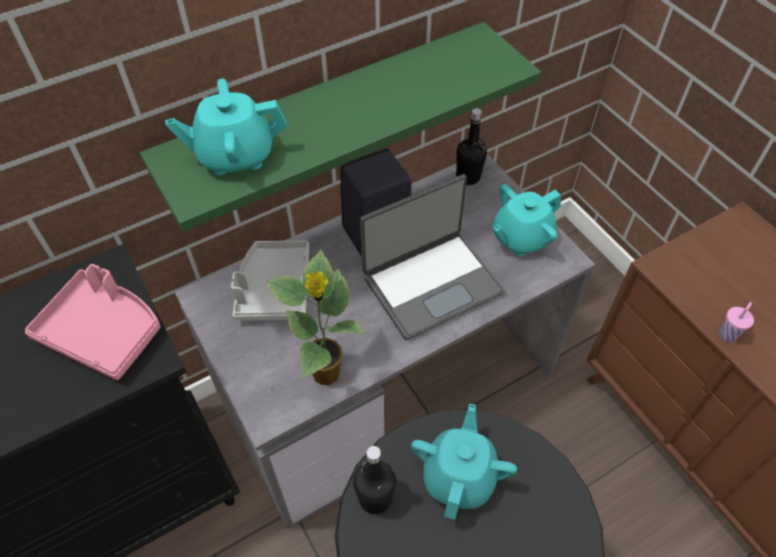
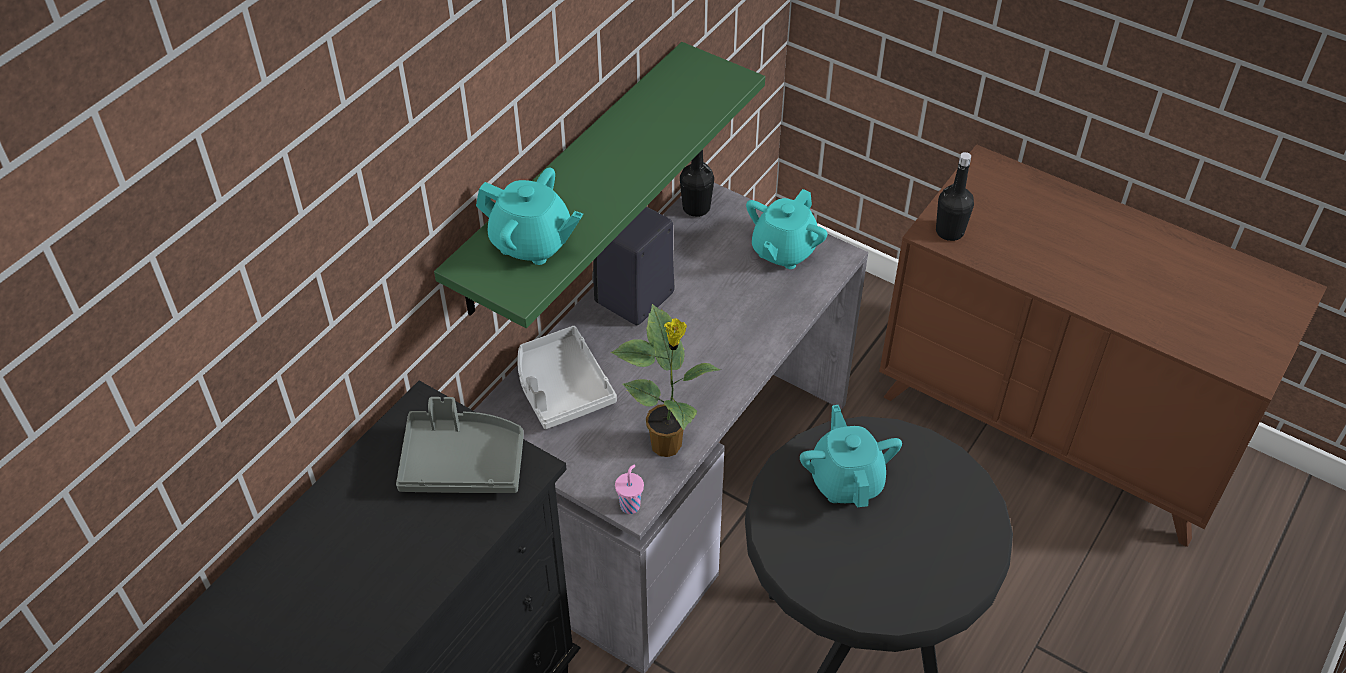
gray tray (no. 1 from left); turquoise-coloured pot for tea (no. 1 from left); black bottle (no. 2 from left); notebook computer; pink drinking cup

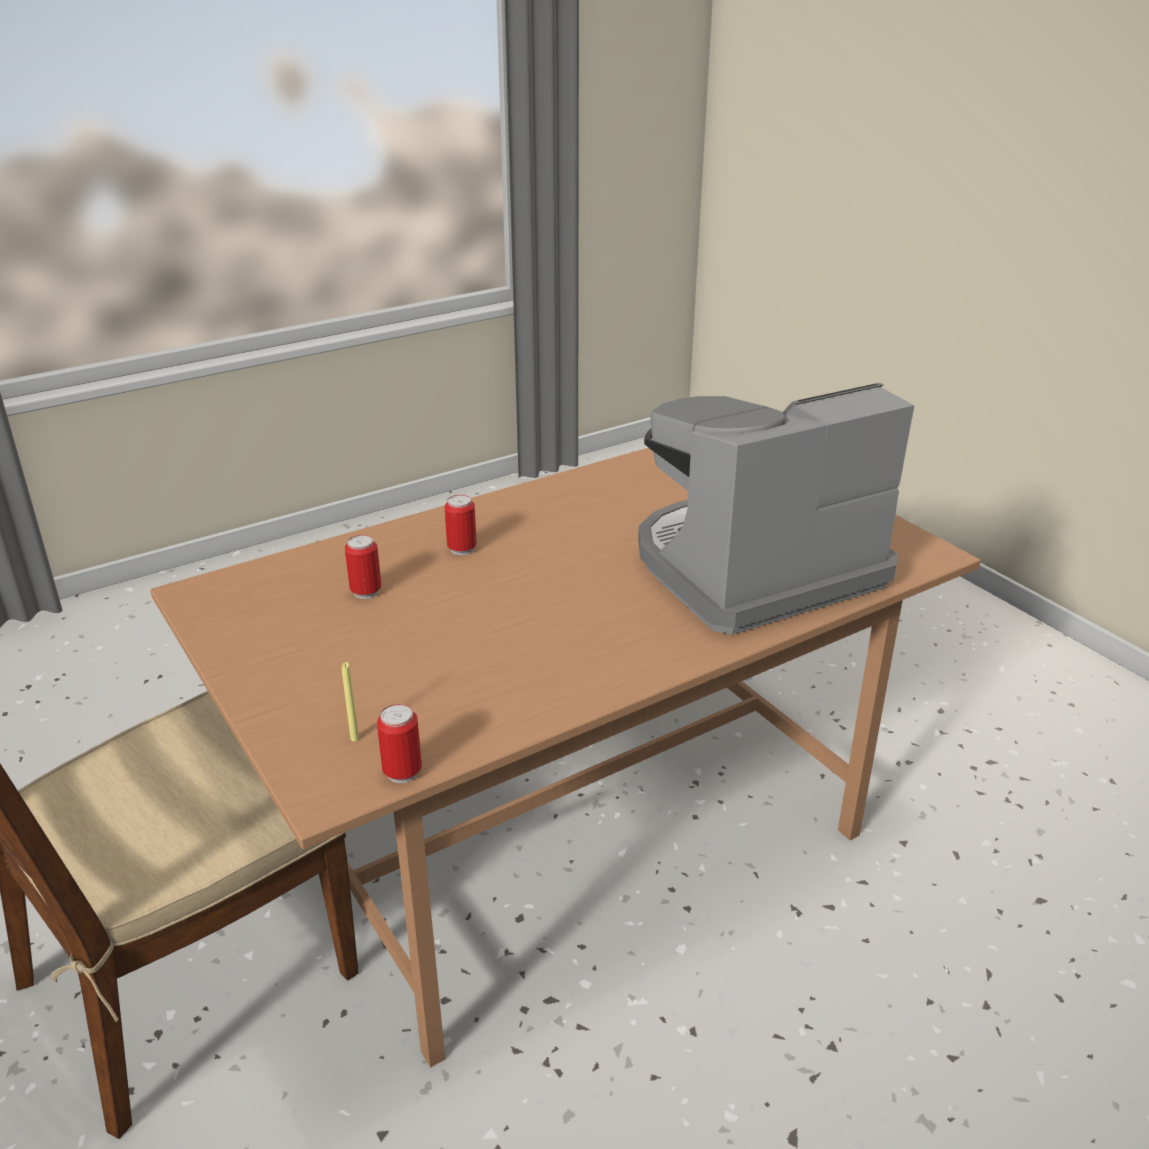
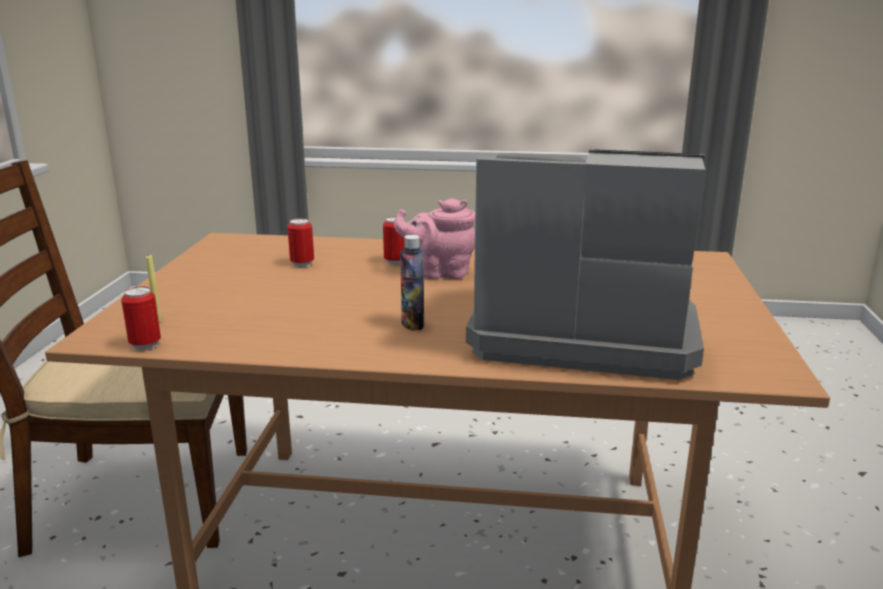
pink pot for tea; bottle

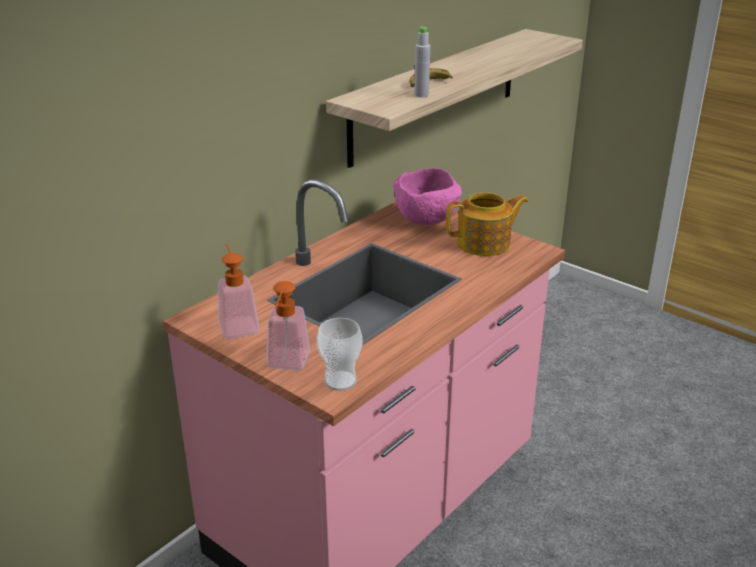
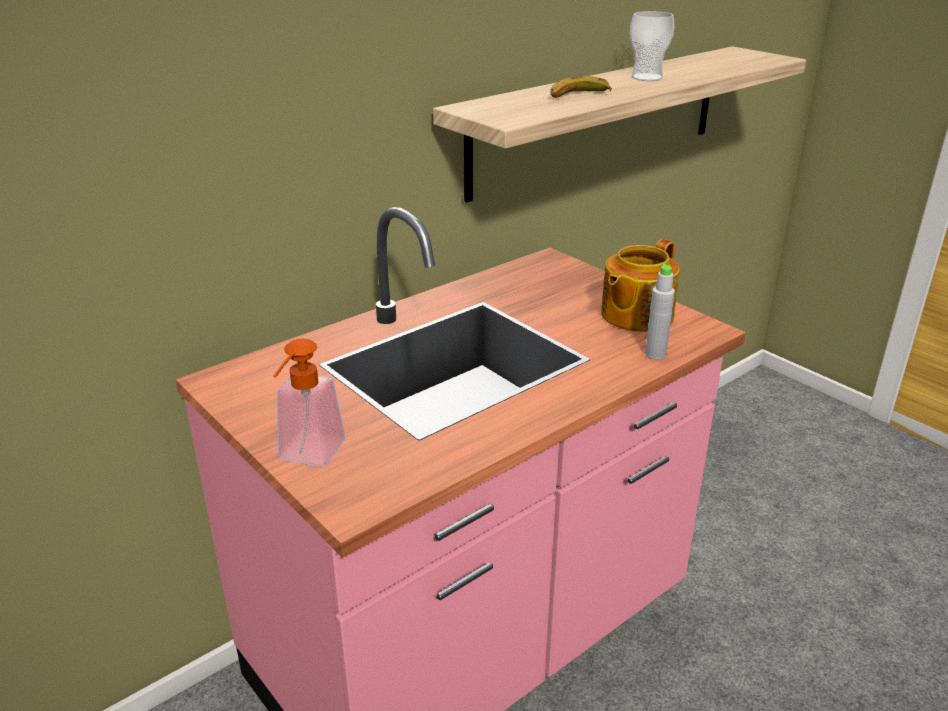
soap bottle (no. 1 from left in the first image); drinking cup; pink deep dish; gray bottle; pot for tea

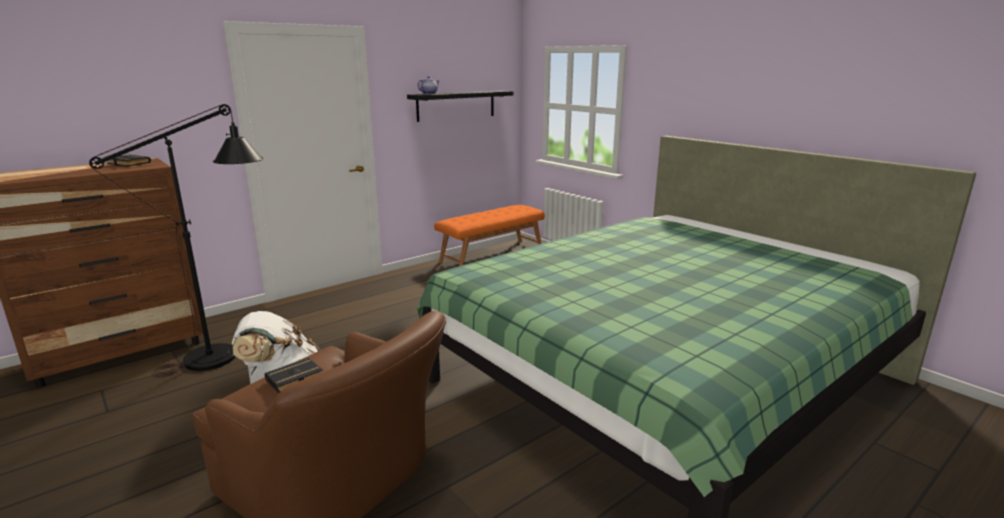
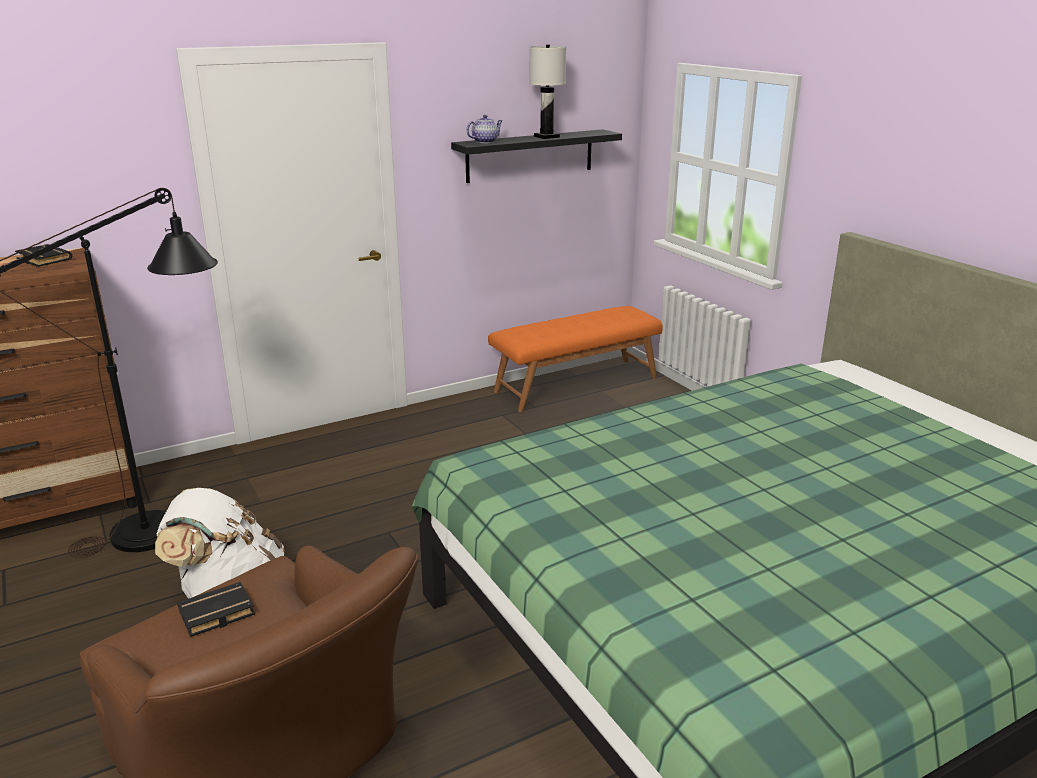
whitish tabletop lamp

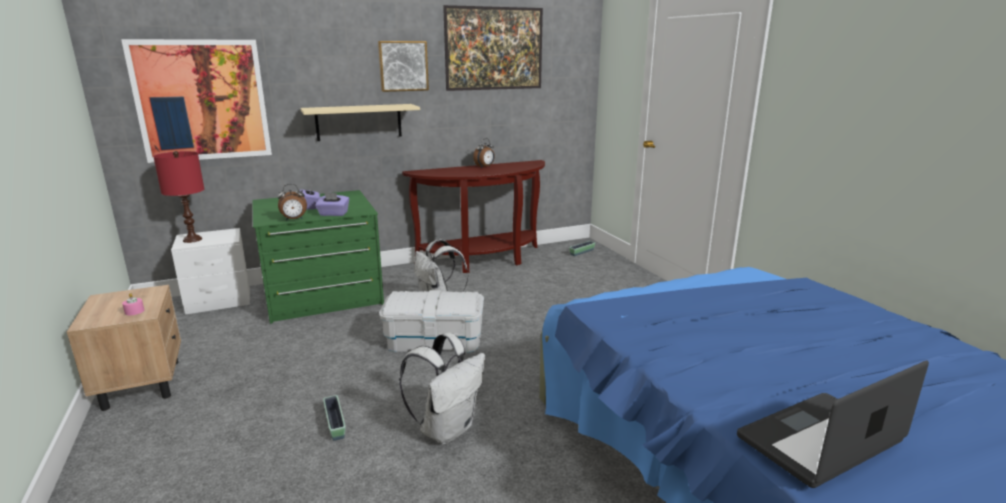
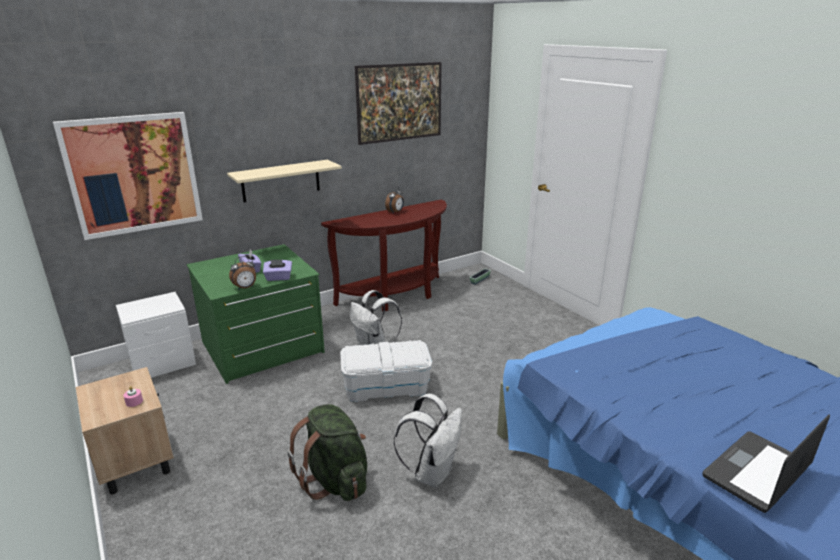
red-coloured tabletop lamp; greenish knapsack; wall art (no. 2 from left in the first image)

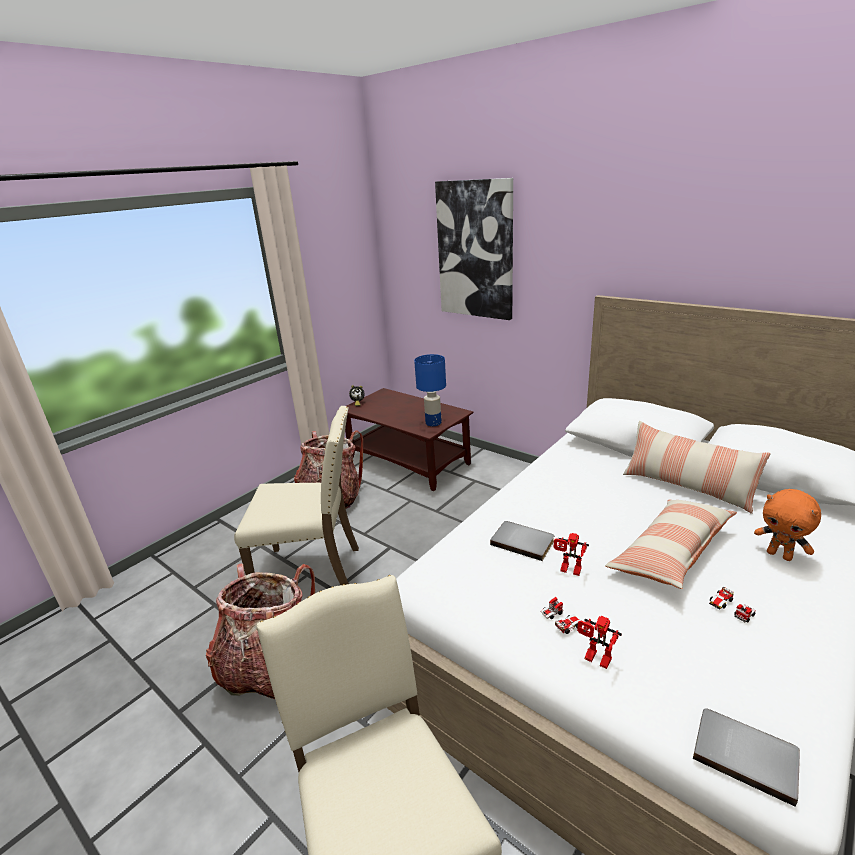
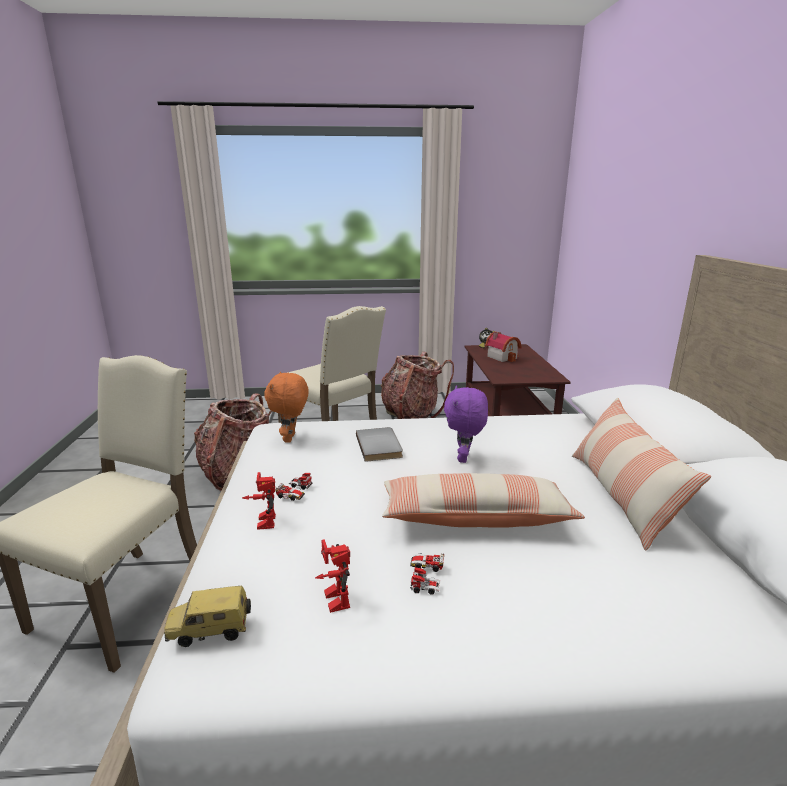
blue-coloured tabletop lamp; wall art; toy robot (no. 2 from left); miniature car (no. 1 from left); orange-coloured soft toy; purplish soft toy; toy house

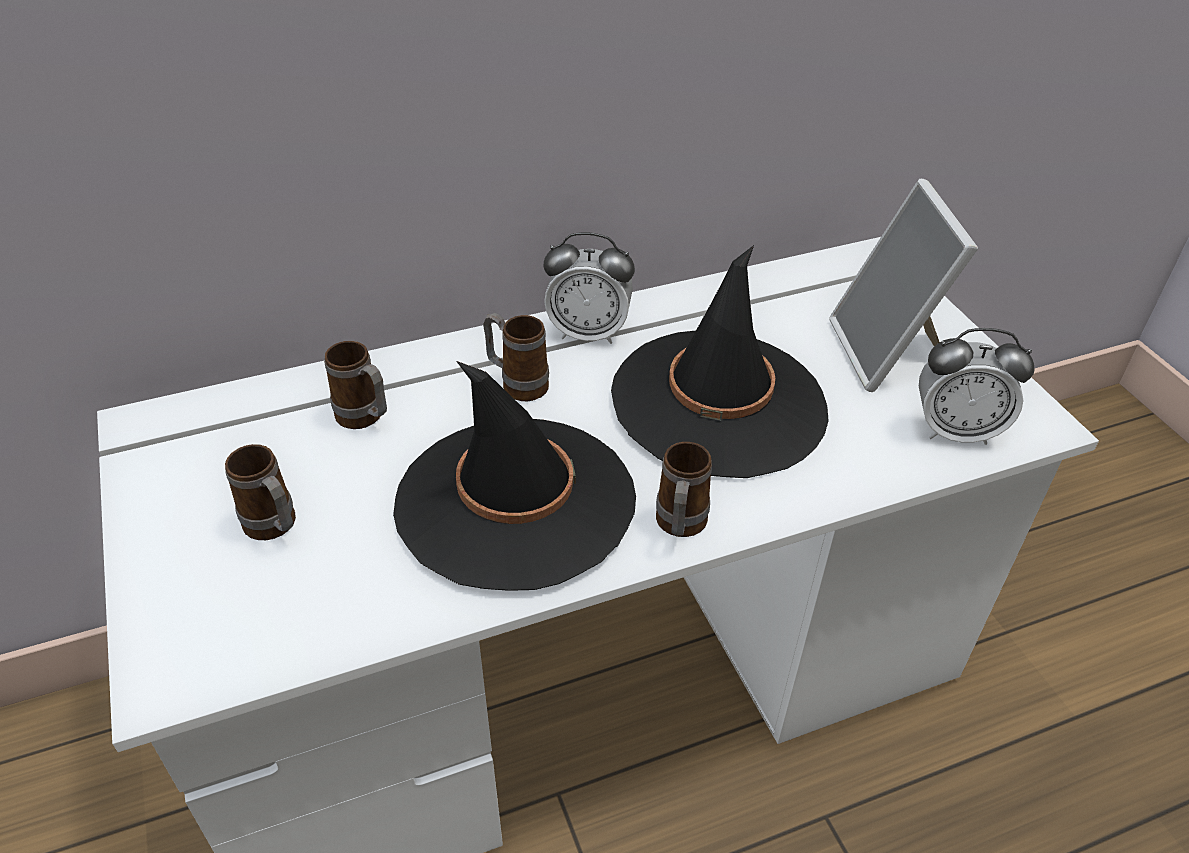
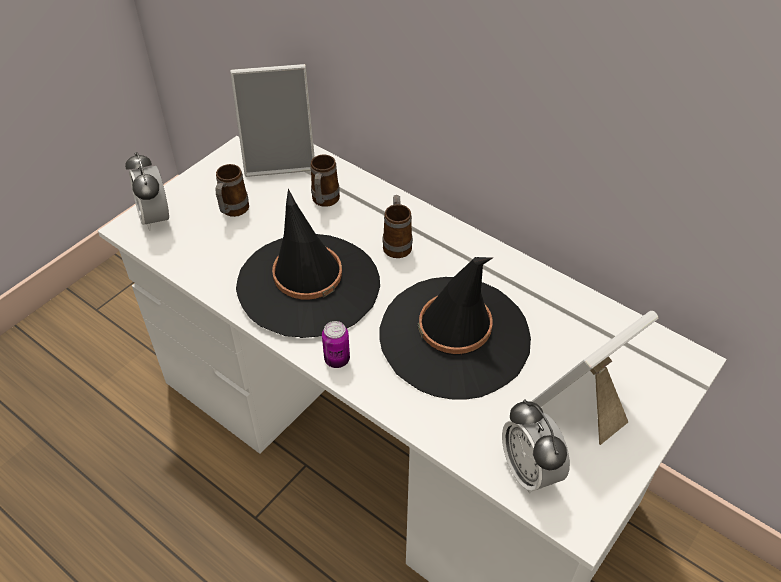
bedside clock (no. 1 from left); can; photo frame (no. 1 from left)

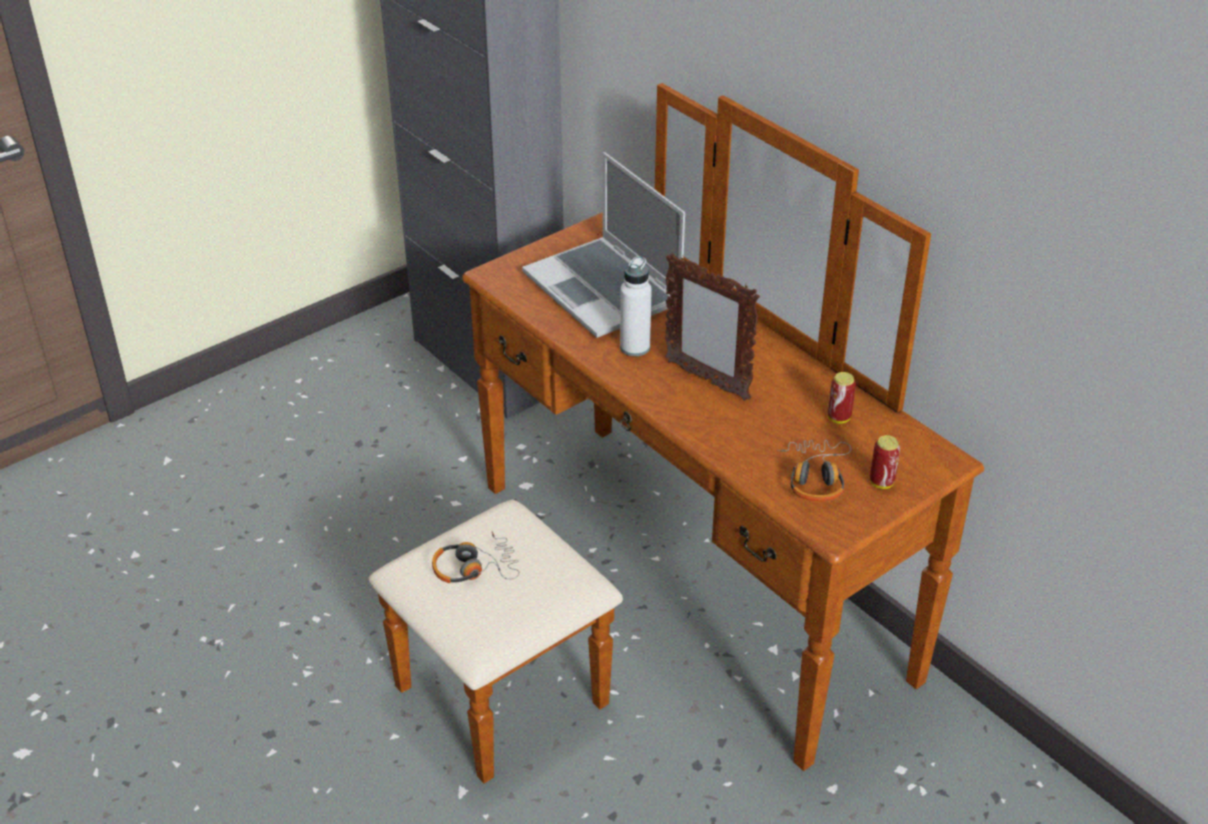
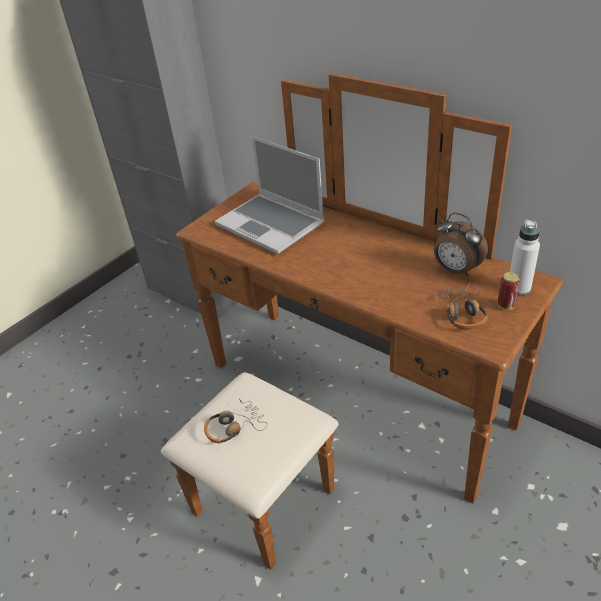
whitish bottle; photo frame; bedside clock

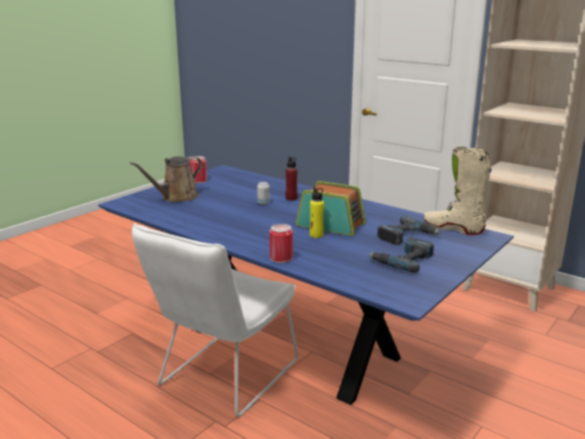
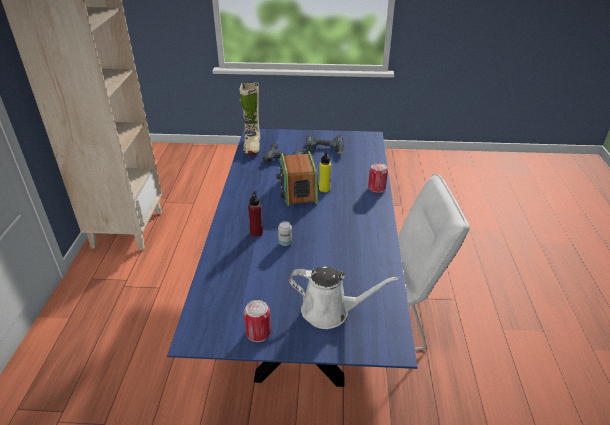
whitish watering pot

